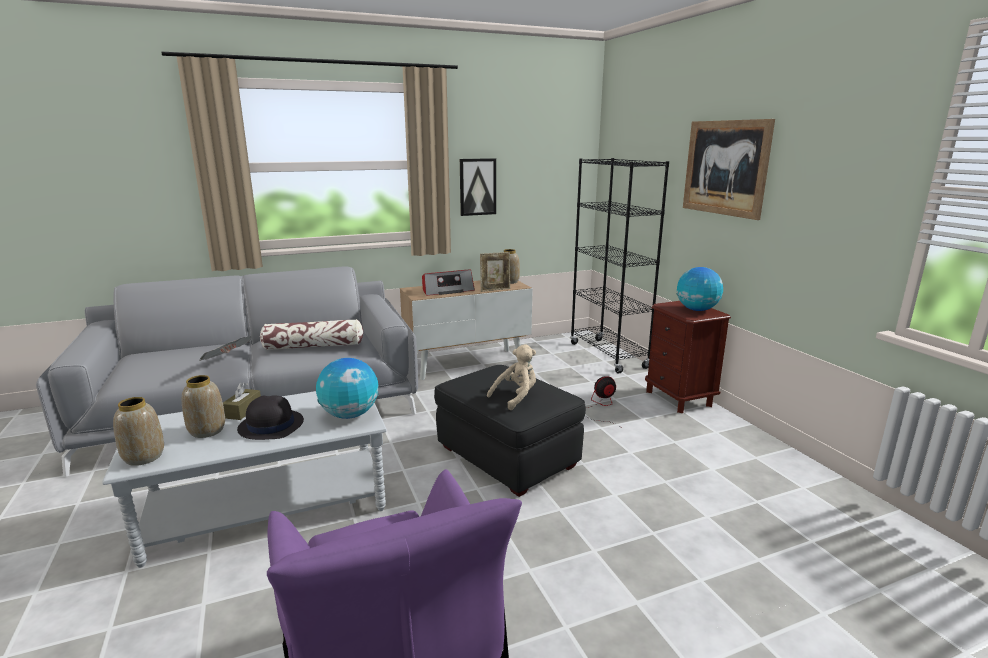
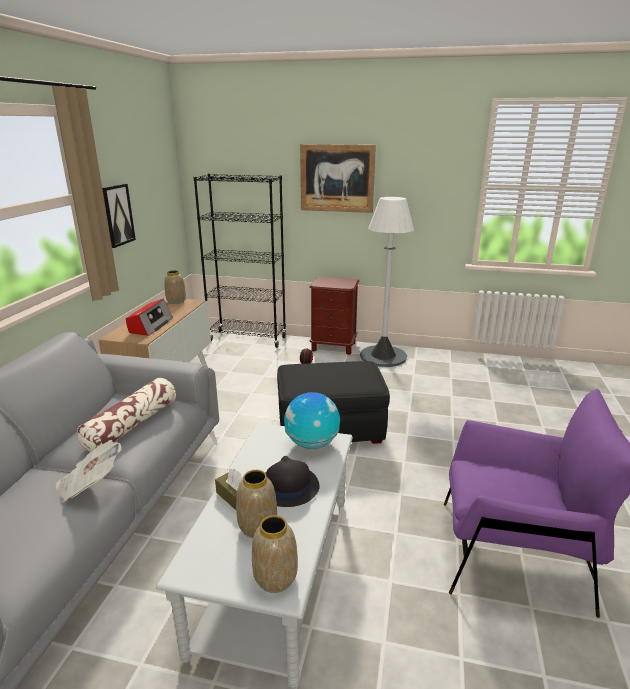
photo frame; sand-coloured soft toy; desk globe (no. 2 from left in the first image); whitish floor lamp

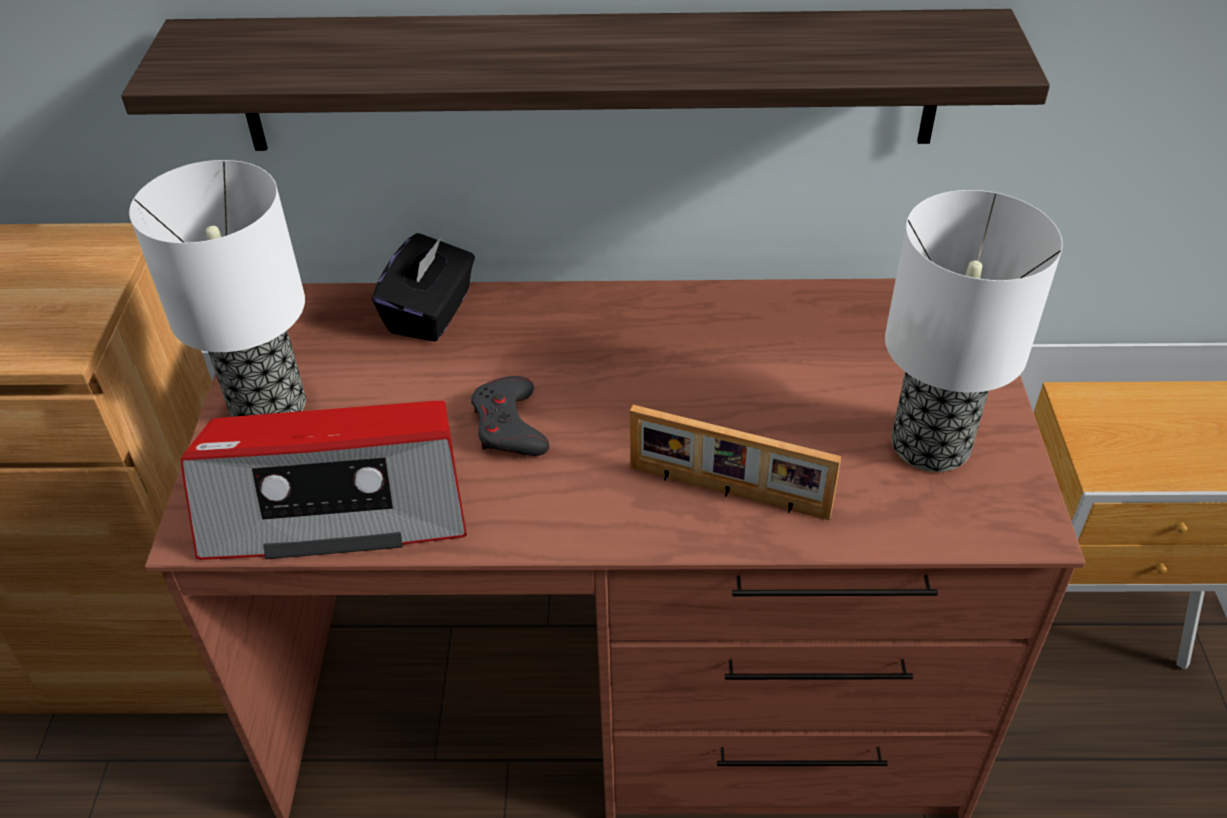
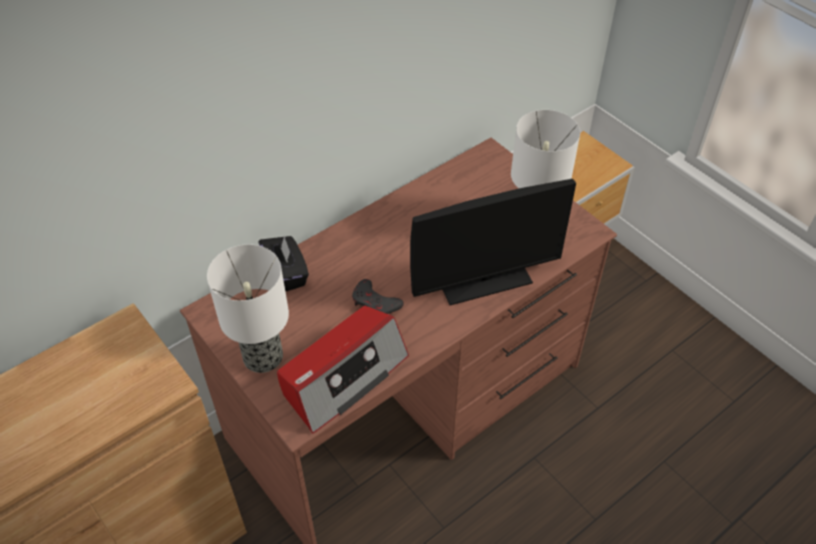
shelf; monitor

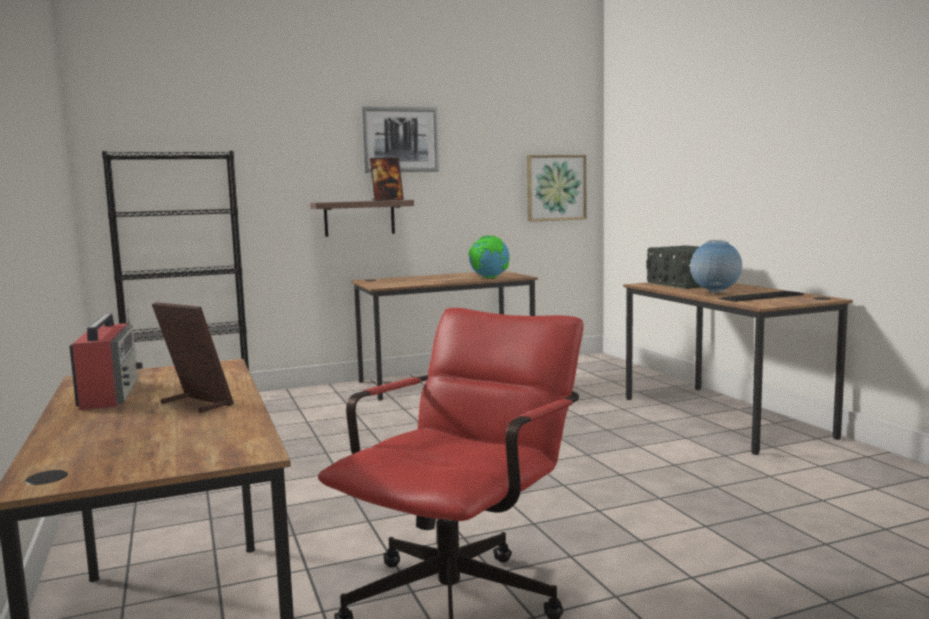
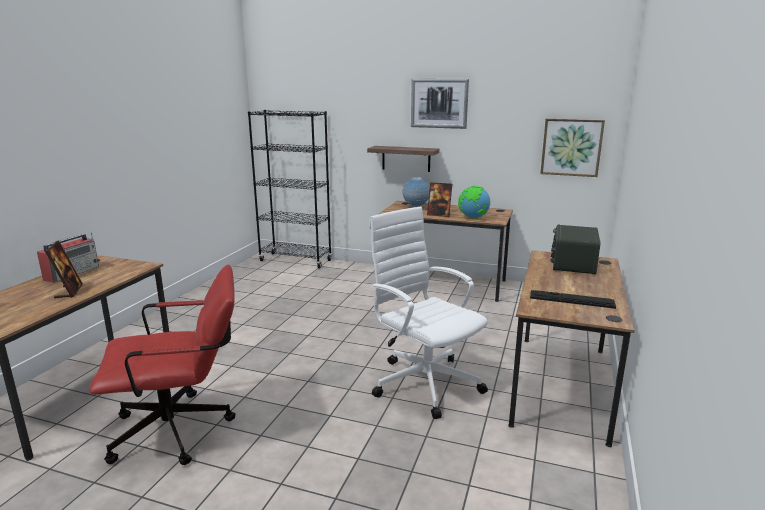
photo frame (no. 2 from left); desk globe (no. 1 from left); whitish desk chair

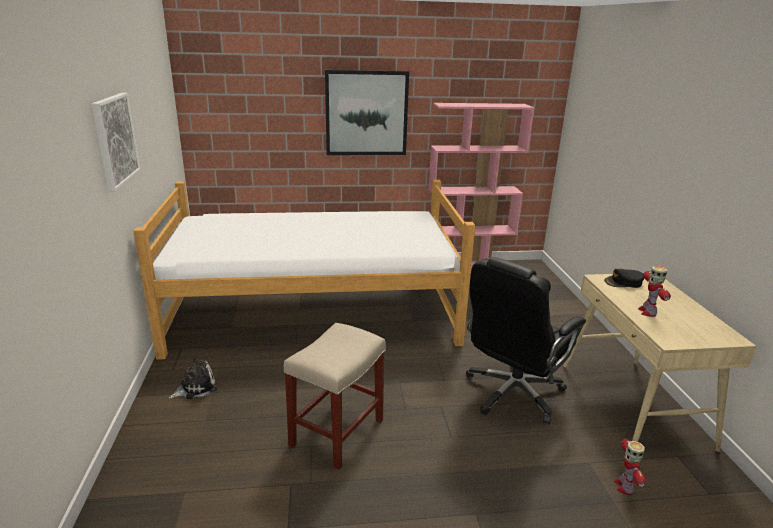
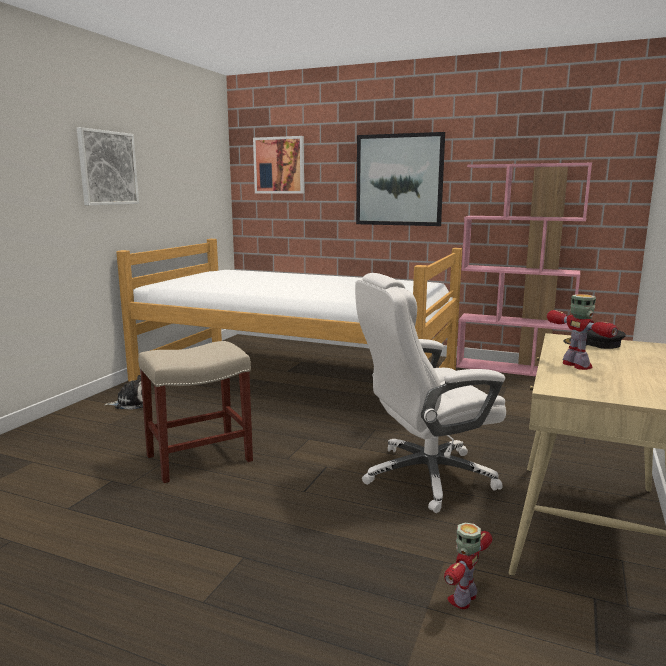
whitish desk chair; toy robot (no. 2 from left); wall art (no. 2 from left)

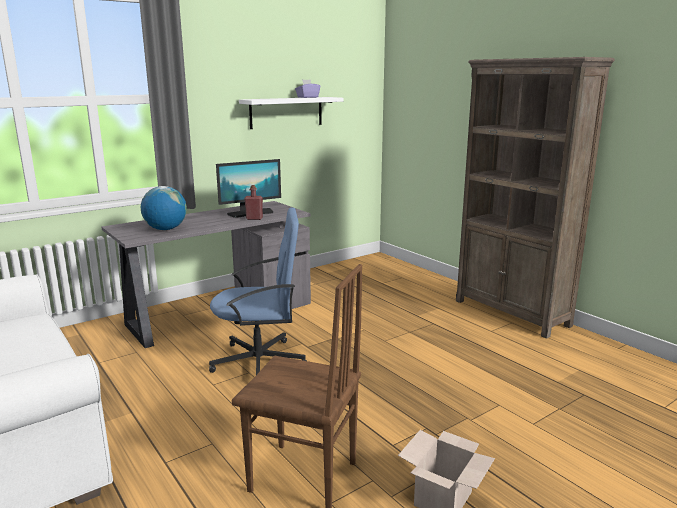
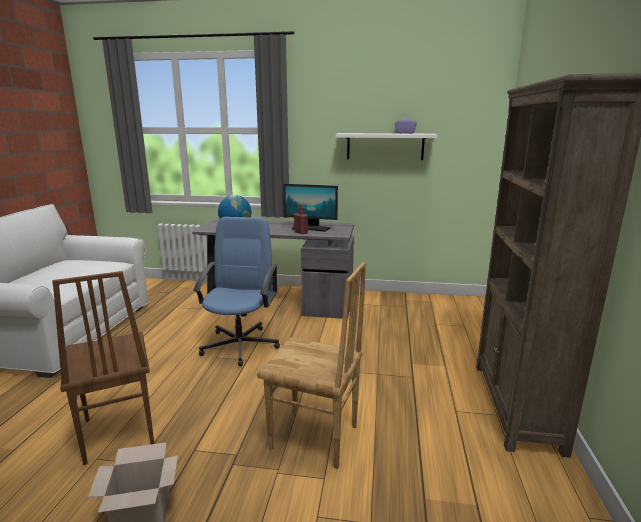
blue-coloured desk chair; brown upright chair (no. 2 from left)

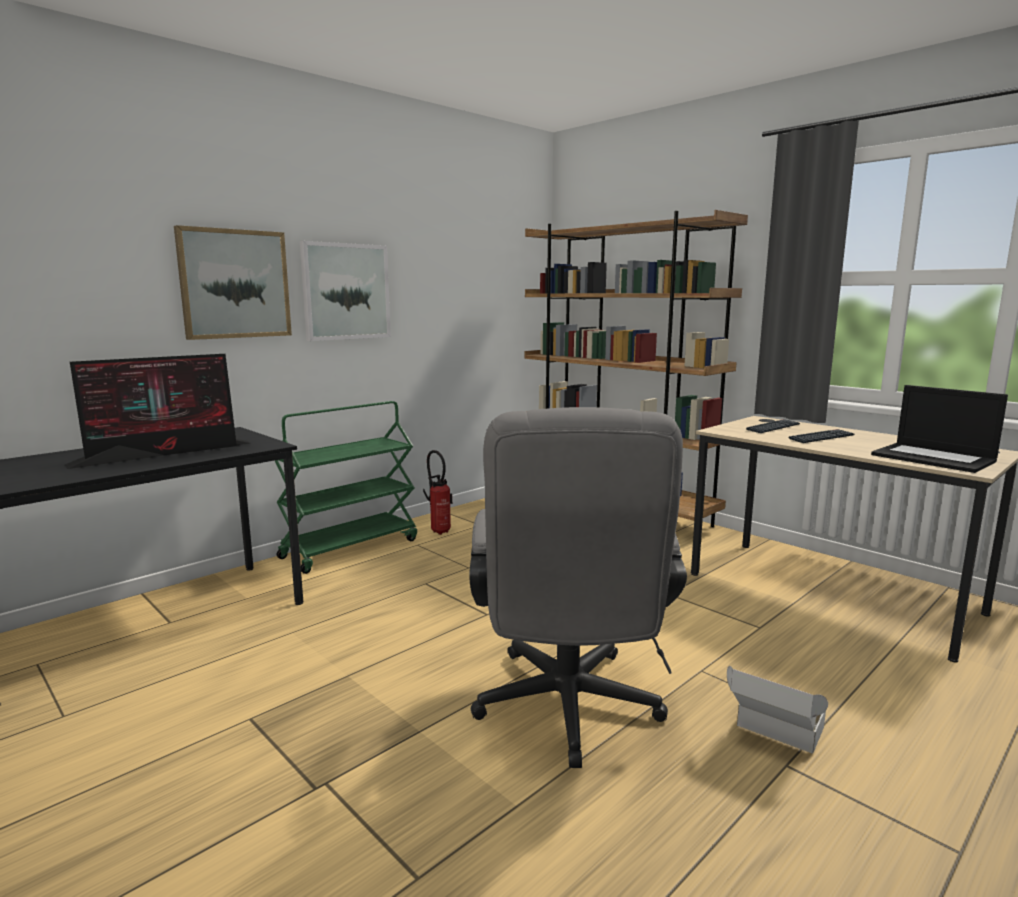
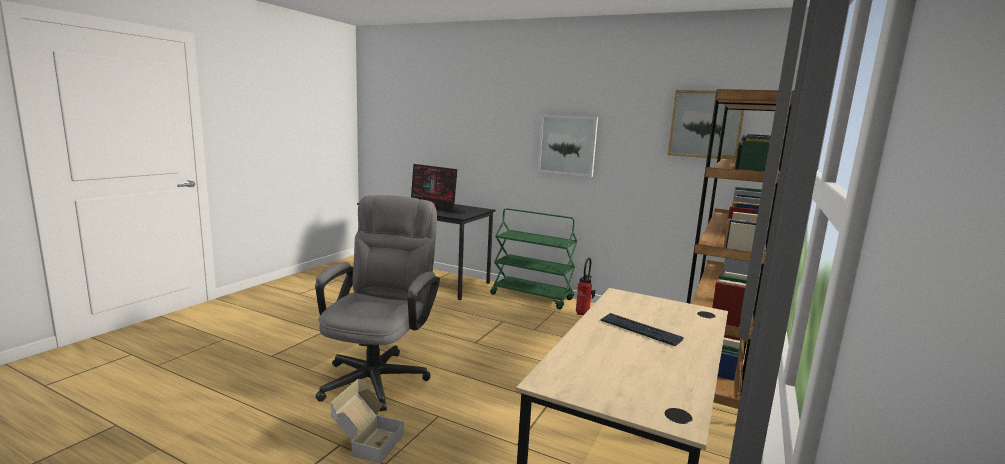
wall art (no. 2 from left); gray desk chair; keyboard (no. 1 from left in the first image); notebook computer

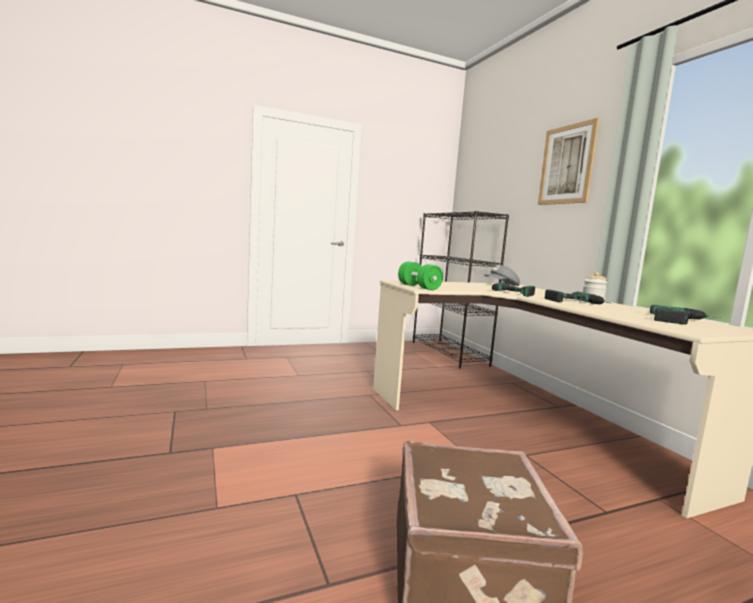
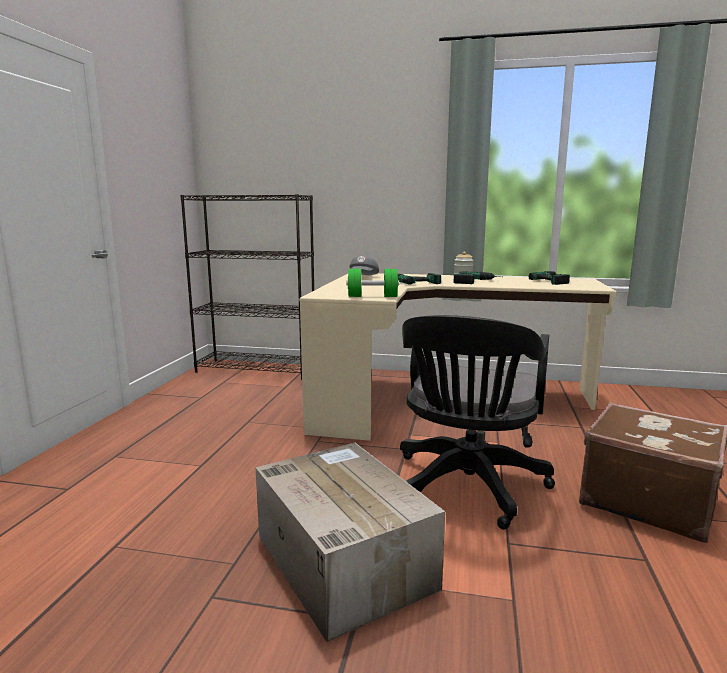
wall art; cardboard box; black desk chair

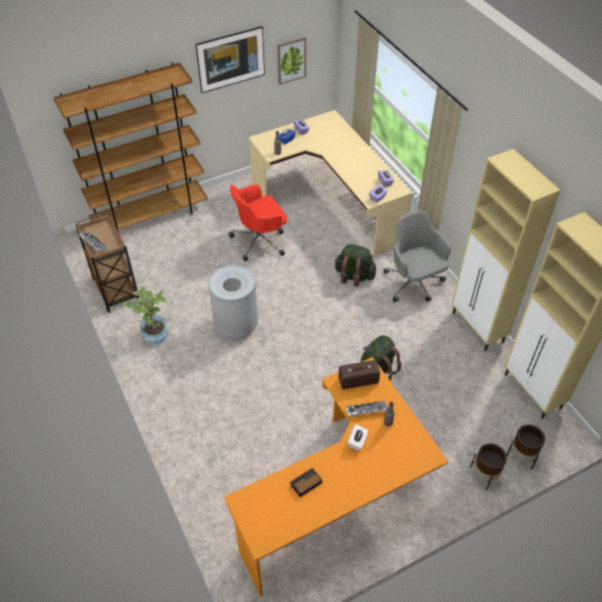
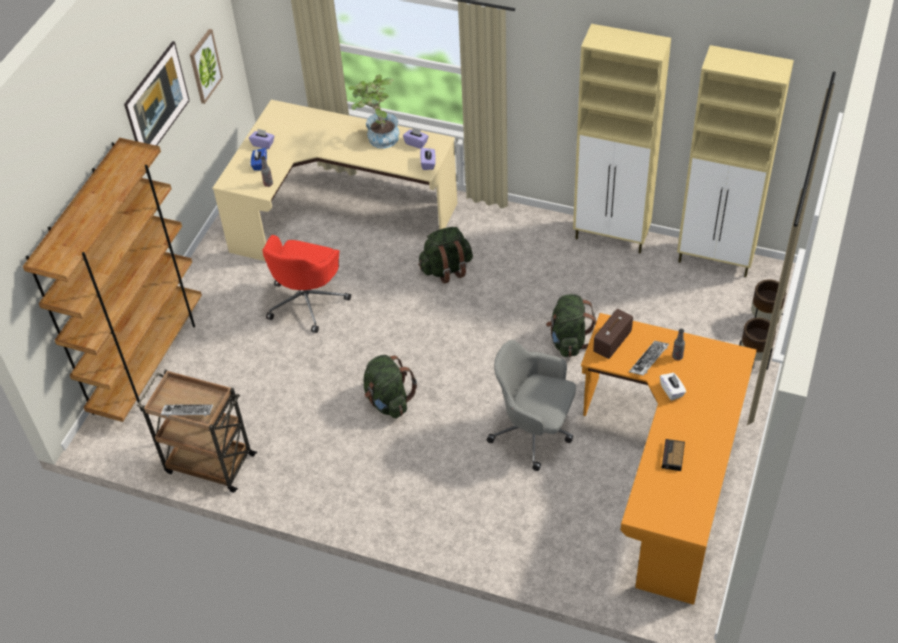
potted plant; greenish knapsack (no. 1 from left); gray desk chair

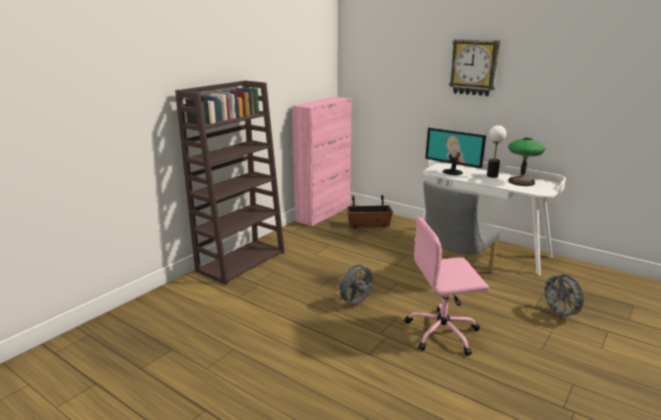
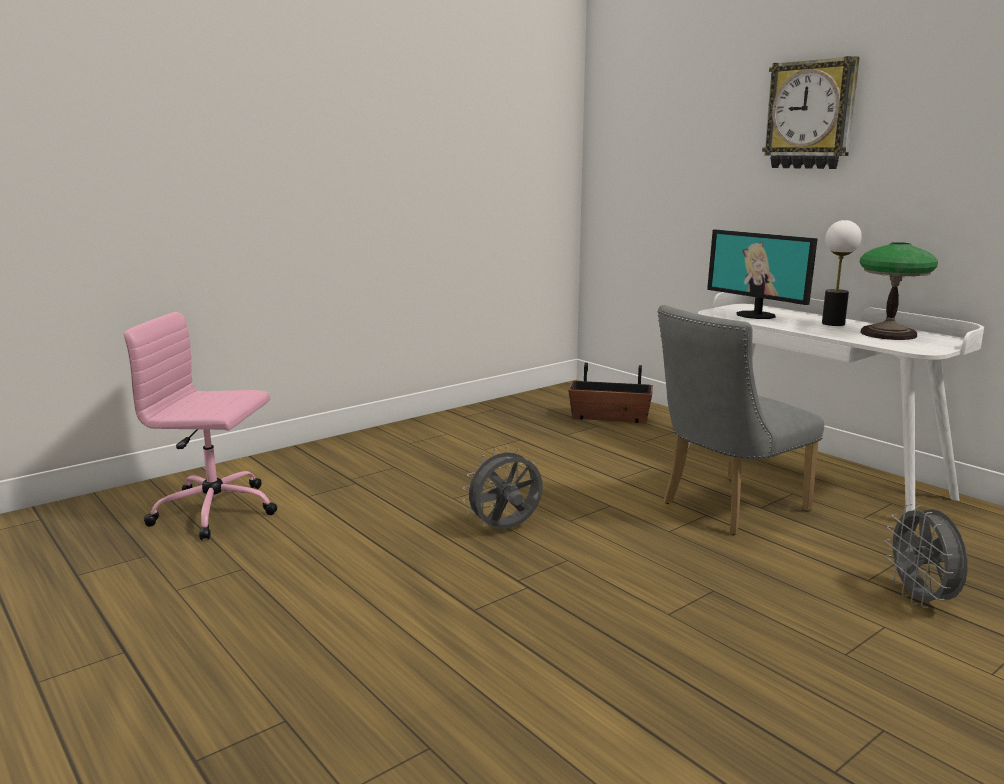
brown bookshelf; pink cabinet; pink desk chair

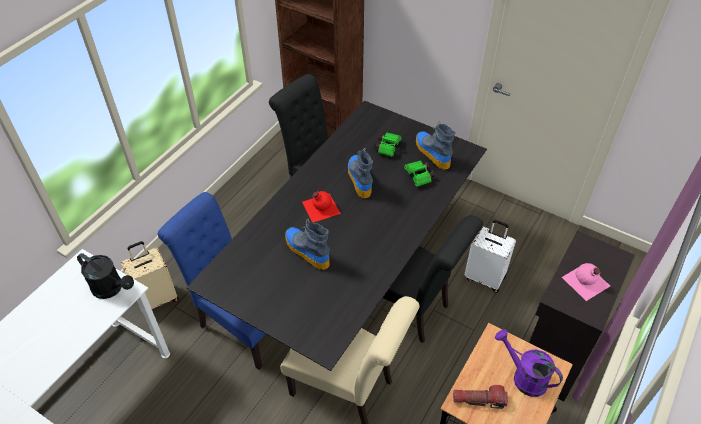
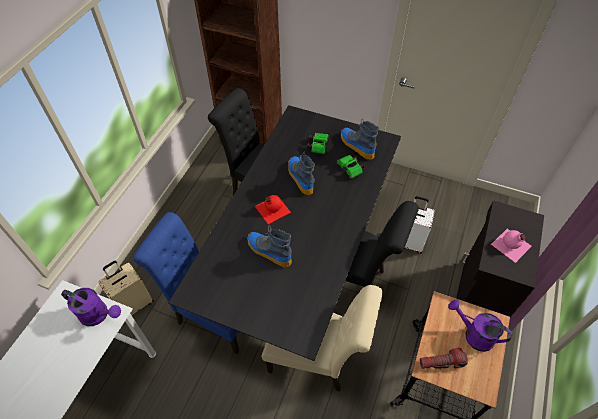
purplish watering pot (no. 1 from left)

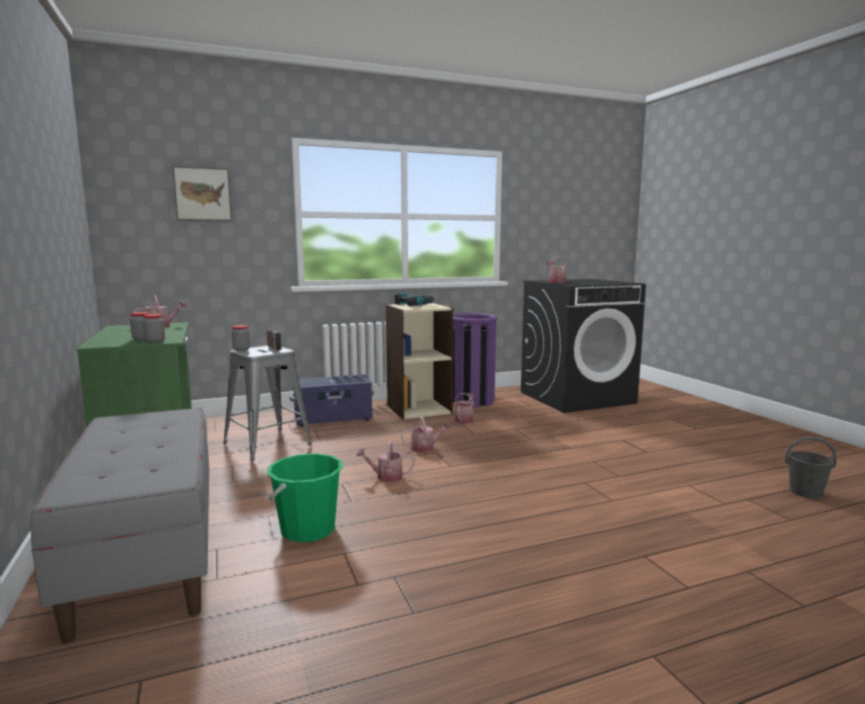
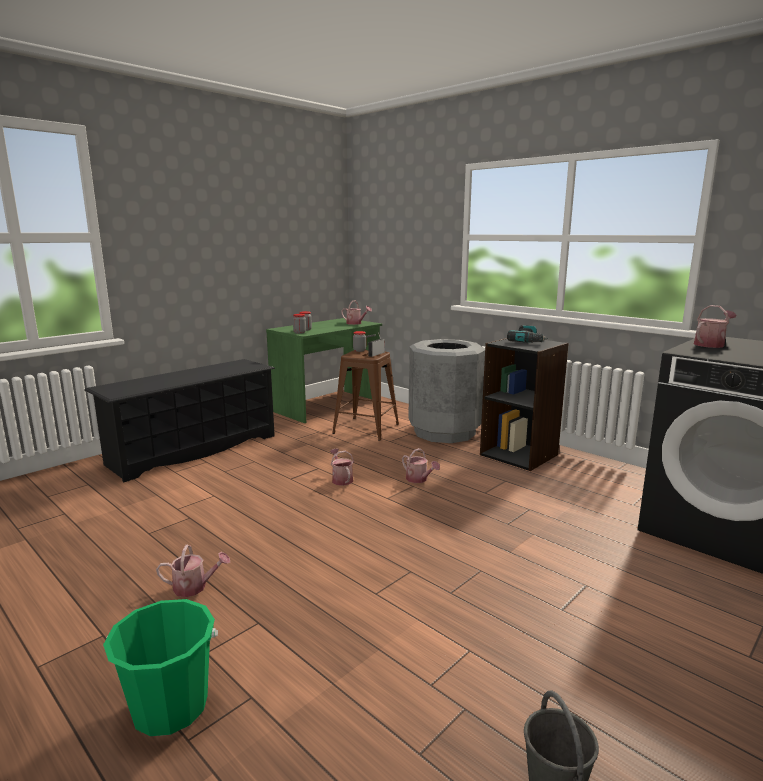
black shoe shelf; wall art; brown stool seat; greenish bucket; gray waste bin; black bookshelf; purplish waste bin; watering pot (no. 1 from left)

